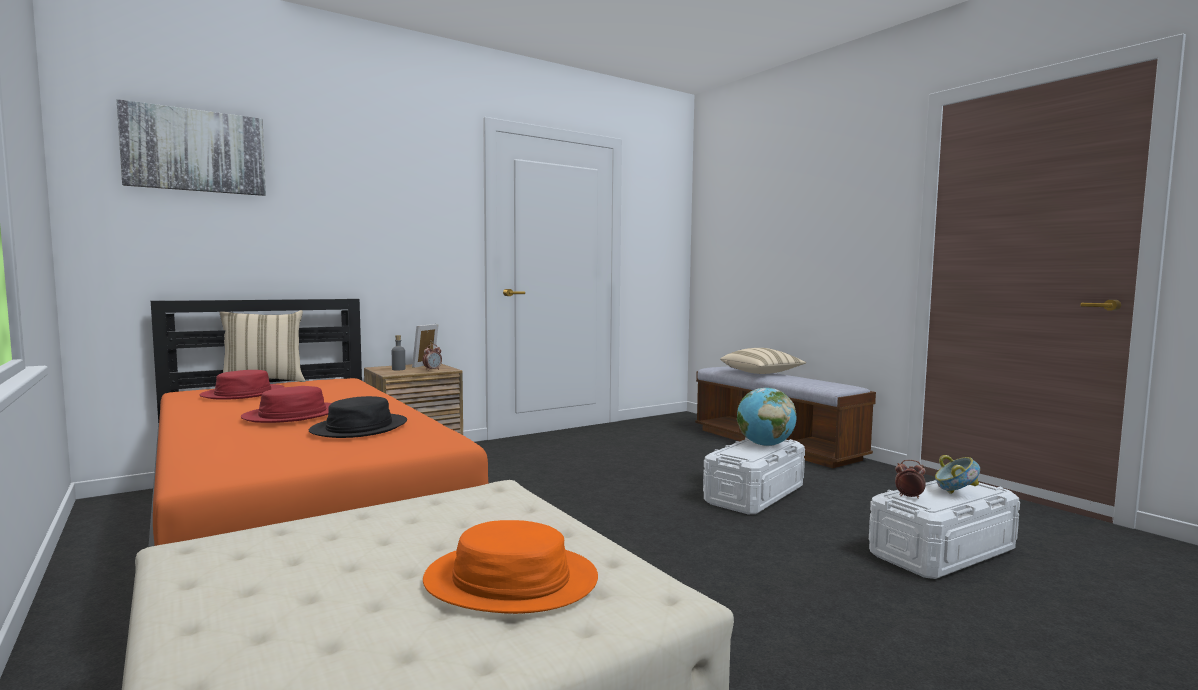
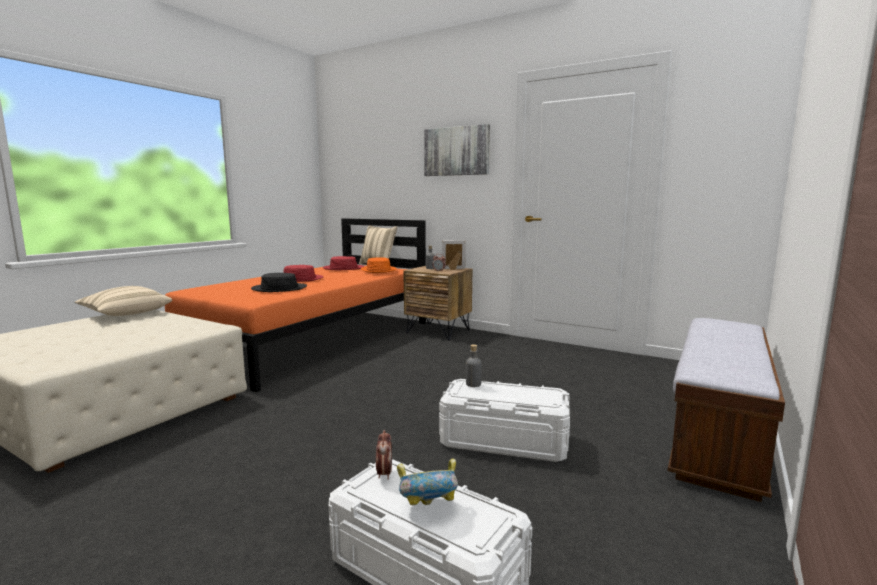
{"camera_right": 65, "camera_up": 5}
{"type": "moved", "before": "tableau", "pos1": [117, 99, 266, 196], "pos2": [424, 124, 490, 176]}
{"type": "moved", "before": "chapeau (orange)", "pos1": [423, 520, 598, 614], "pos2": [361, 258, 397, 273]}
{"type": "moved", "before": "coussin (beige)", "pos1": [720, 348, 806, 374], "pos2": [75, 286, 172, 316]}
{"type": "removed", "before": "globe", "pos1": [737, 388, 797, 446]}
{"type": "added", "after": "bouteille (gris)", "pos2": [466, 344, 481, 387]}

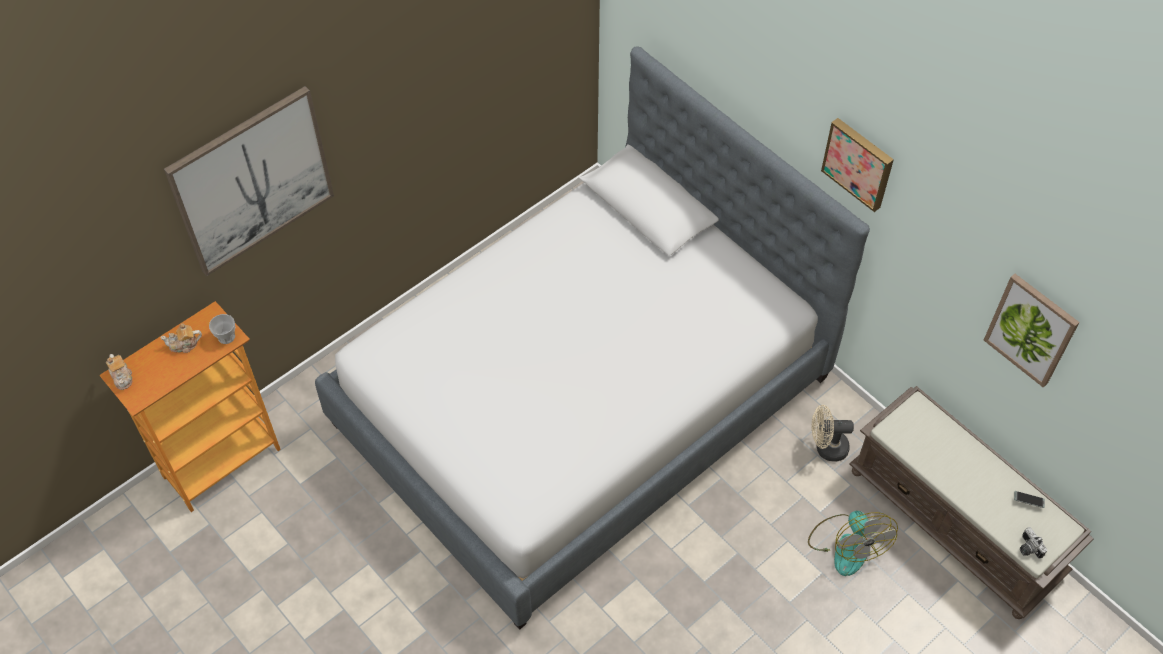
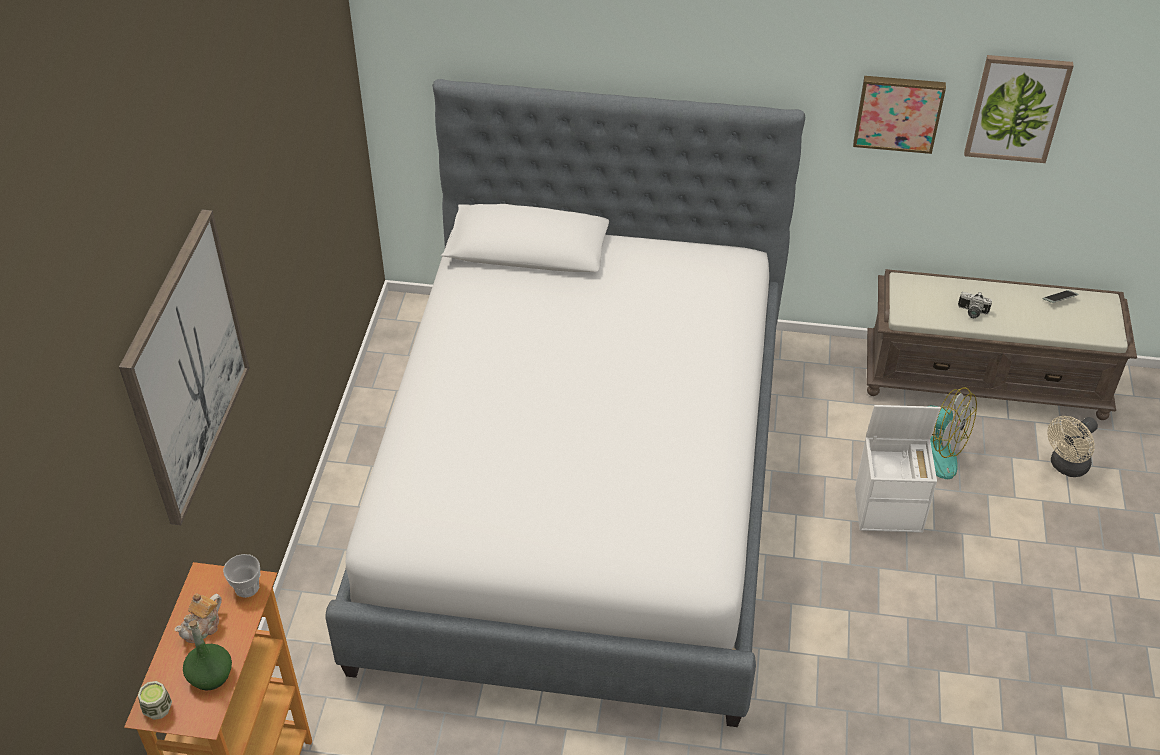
{"camera_right": -40, "camera_up": -10}
{"type": "replaced", "before": "théière", "after": "tasse", "pos1": [106, 354, 132, 390], "pos2": [138, 681, 172, 720]}
{"type": "moved", "before": "ventilateur (beige)", "pos1": [812, 405, 854, 462], "pos2": [1047, 416, 1098, 477]}
{"type": "moved", "before": "tableau", "pos1": [821, 118, 894, 212], "pos2": [853, 76, 946, 154]}
{"type": "moved", "before": "appareil photo", "pos1": [1020, 527, 1047, 559], "pos2": [958, 292, 992, 318]}
{"type": "added", "after": "bouteille (vert)", "pos2": [183, 620, 232, 691]}
{"type": "added", "after": "boîte de rangement (blanc)", "pos2": [855, 405, 941, 533]}

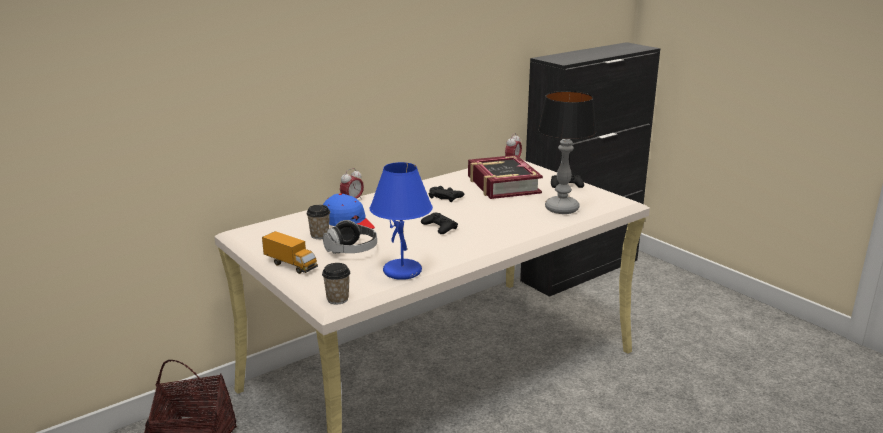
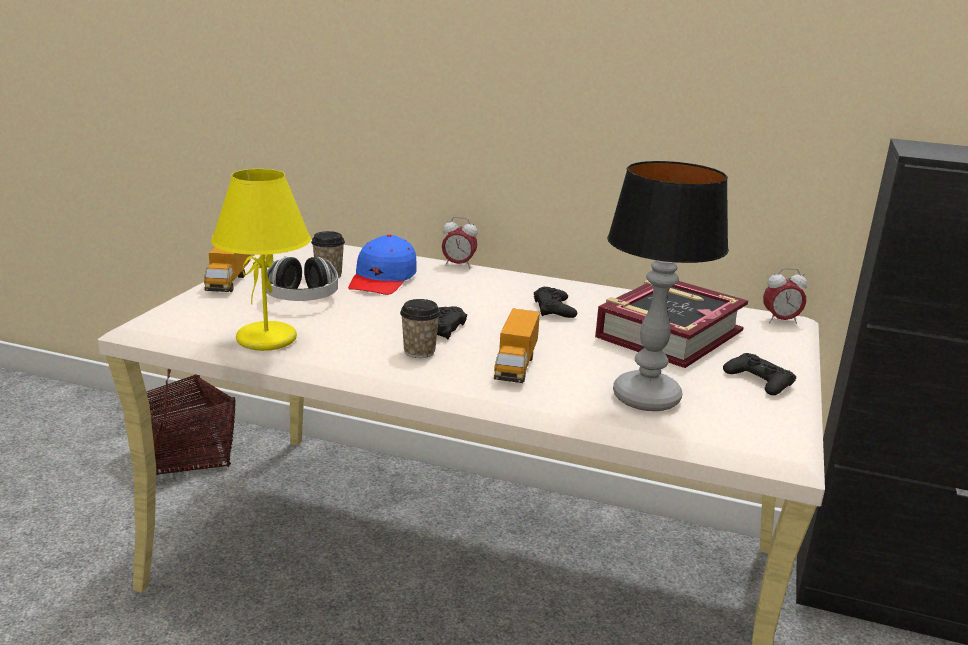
{"camera_right": 55, "camera_up": 0}
{"type": "moved", "before": "tasse", "pos1": [322, 263, 350, 304], "pos2": [400, 299, 441, 358]}
{"type": "recoloured", "before": "lampe de table (bleu)", "after": "lampe de table (jaune)", "pos1": [370, 162, 433, 280], "pos2": [211, 169, 311, 351]}
{"type": "added", "after": "camion jouet", "pos2": [494, 308, 540, 383]}

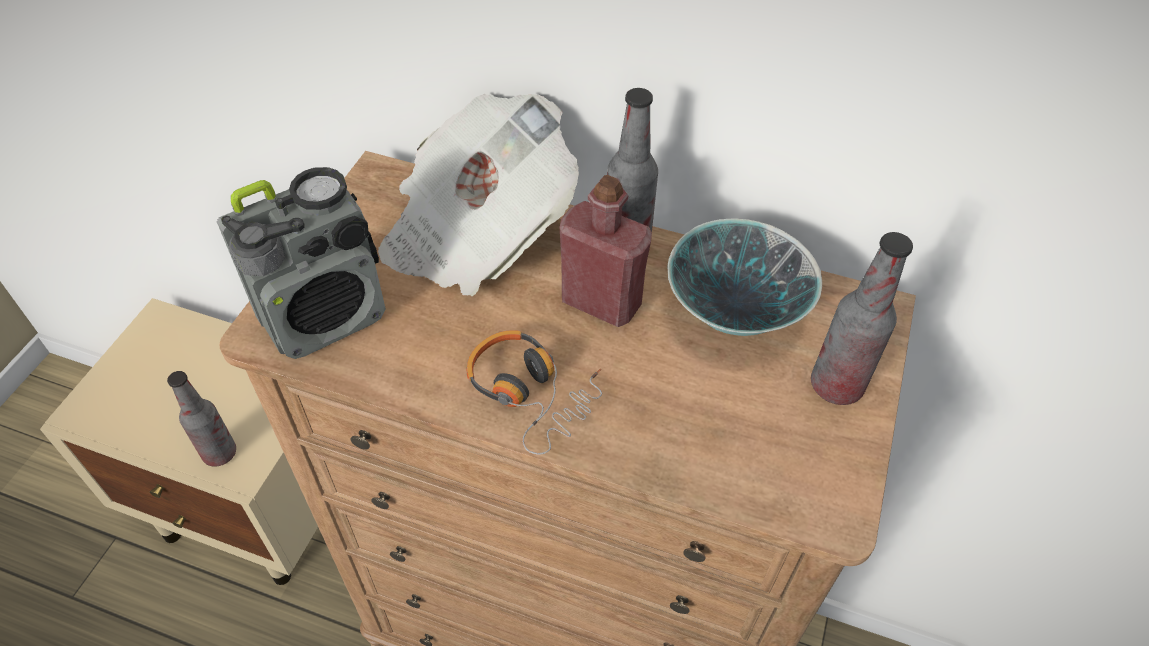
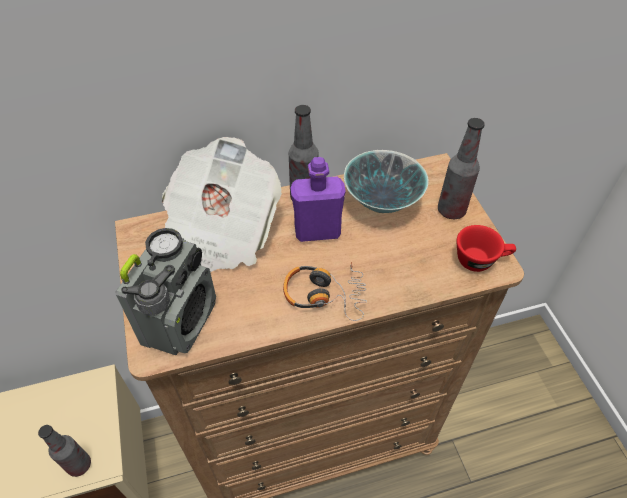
{"camera_right": -35, "camera_up": 0}
{"type": "recoloured", "before": "bouteille (rouge)", "after": "bouteille (violet)", "pos1": [560, 175, 652, 327], "pos2": [291, 157, 346, 242]}
{"type": "added", "after": "tasse (rouge)", "pos2": [456, 225, 516, 272]}

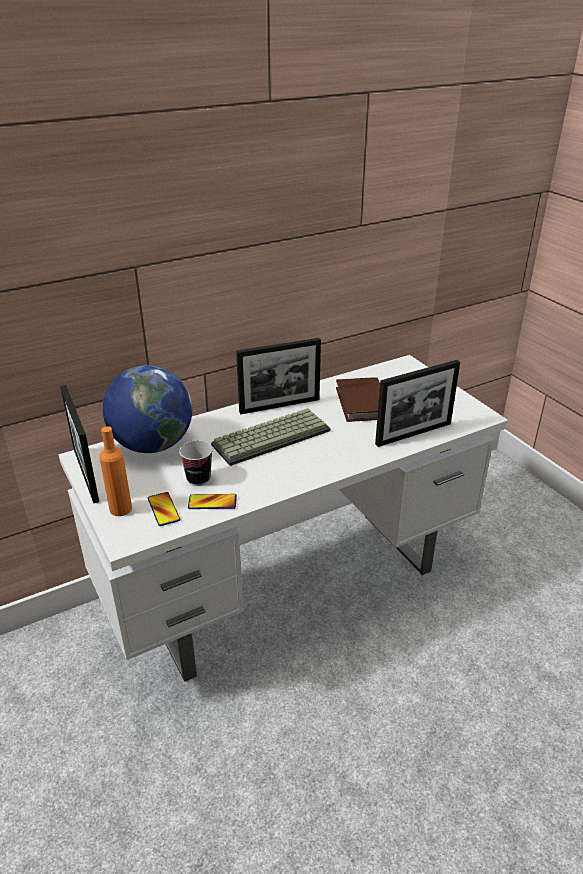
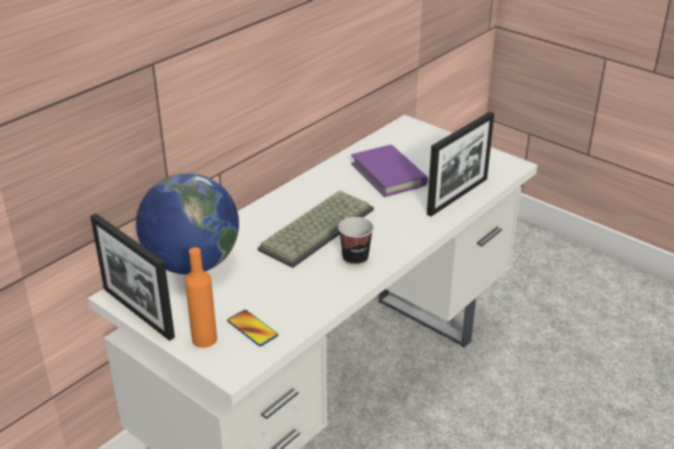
{"camera_right": -20, "camera_up": 0}
{"type": "moved", "before": "tasse", "pos1": [179, 440, 213, 486], "pos2": [338, 217, 374, 266]}
{"type": "removed", "before": "téléphone", "pos1": [188, 494, 237, 509]}
{"type": "removed", "before": "cadre photo", "pos1": [236, 338, 321, 414]}
{"type": "recoloured", "before": "livre (marron)", "after": "livre (violet)", "pos1": [336, 377, 380, 422], "pos2": [351, 145, 428, 197]}

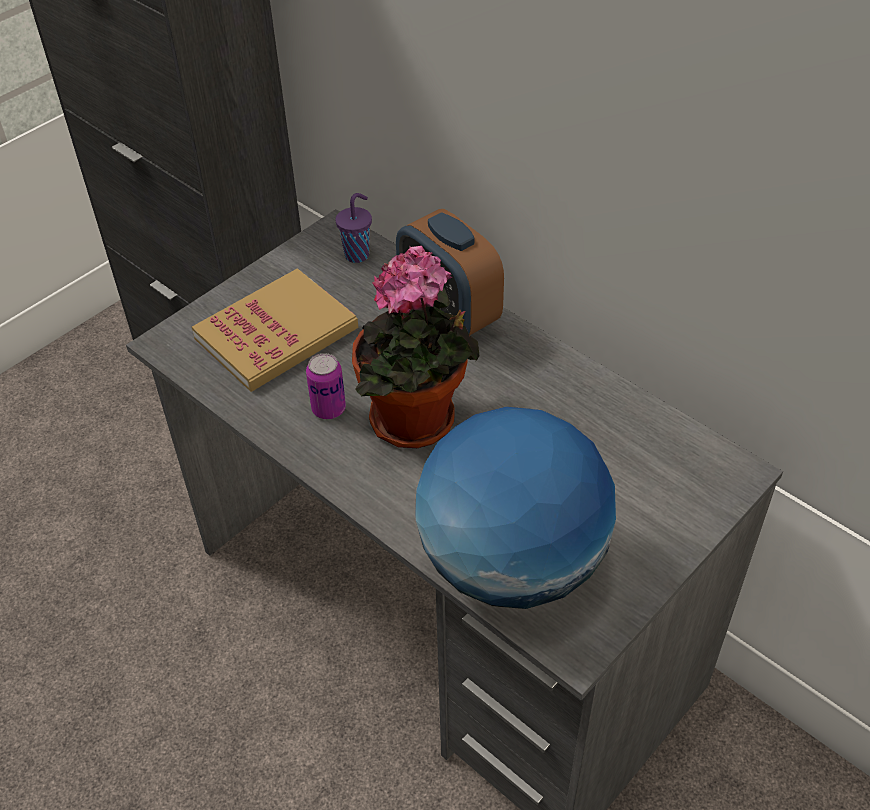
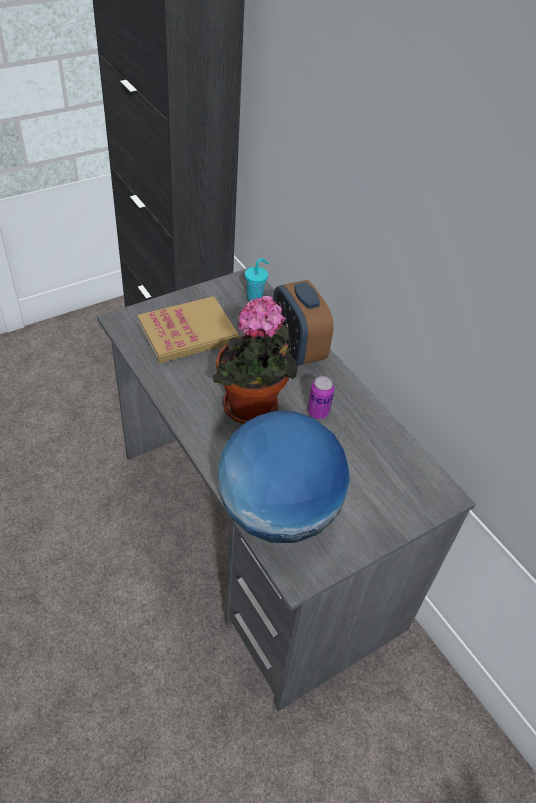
{"camera_right": 10, "camera_up": 0}
{"type": "moved", "before": "boîte métallique", "pos1": [306, 353, 346, 419], "pos2": [307, 376, 335, 419]}
{"type": "recoloured", "before": "tasse (violet)", "after": "tasse (turquoise)", "pos1": [335, 193, 372, 263], "pos2": [245, 258, 269, 301]}

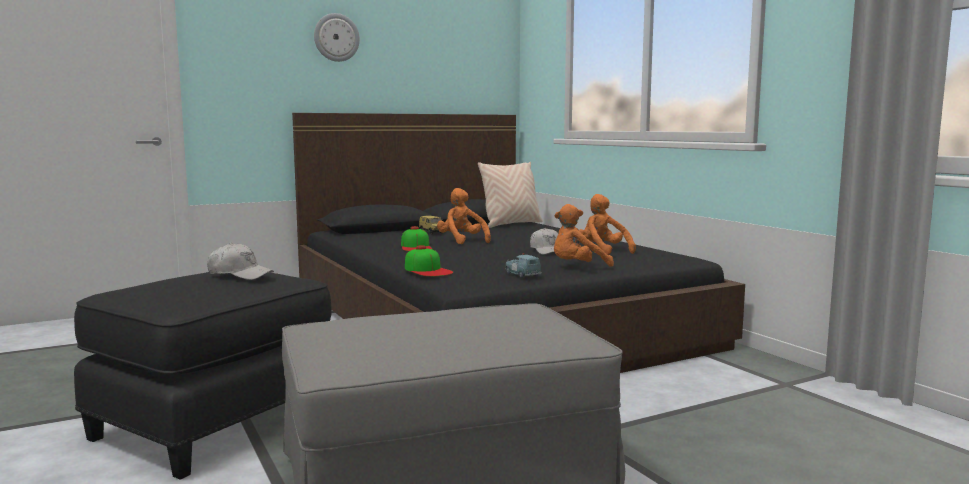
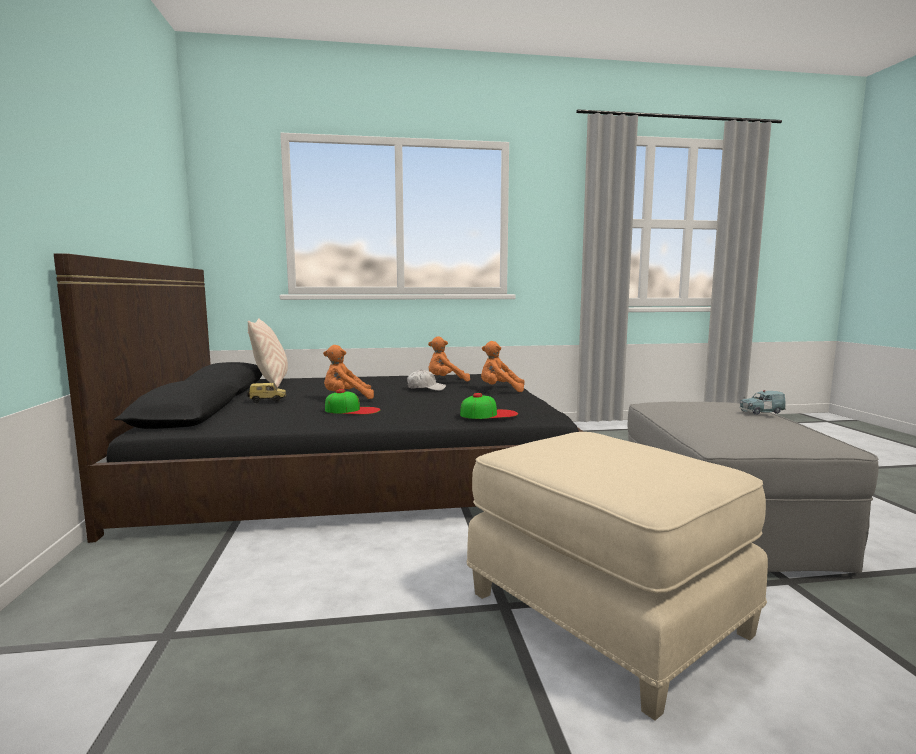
{"camera_right": -70, "camera_up": 0}
{"type": "recoloured", "before": "pouf (noir)", "after": "pouf (beige)", "pos1": [74, 272, 332, 480], "pos2": [467, 432, 768, 721]}
{"type": "removed", "before": "casquette (blanc)", "pos1": [207, 243, 274, 280]}
{"type": "removed", "before": "horloge murale", "pos1": [314, 13, 360, 62]}
{"type": "moved", "before": "petite voiture (bleu)", "pos1": [505, 253, 542, 278], "pos2": [740, 390, 786, 415]}
{"type": "turned", "before": "peluche (orange)", "pos1": [554, 204, 614, 267], "pos2": [481, 341, 524, 392], "turn": 105}

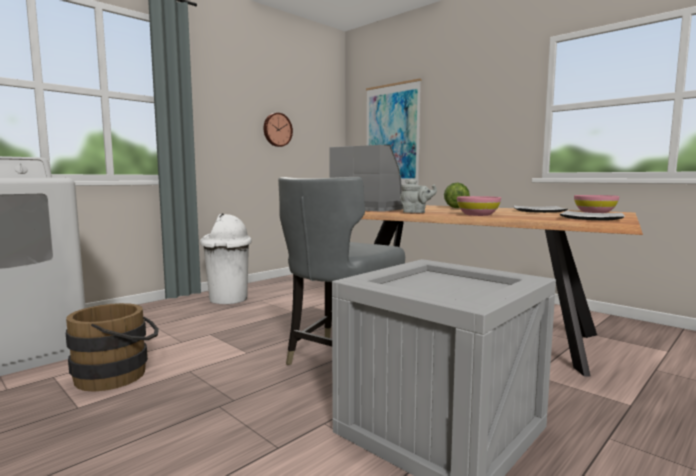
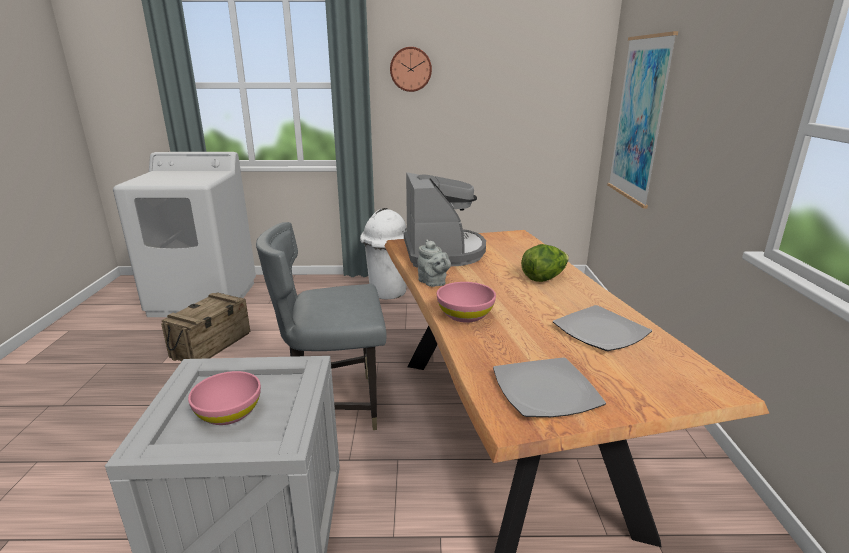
{"camera_right": 45, "camera_up": 15}
{"type": "replaced", "before": "seau (marron)", "after": "caisse", "pos1": [66, 303, 159, 392], "pos2": [161, 292, 250, 361]}
{"type": "moved", "before": "horloge murale", "pos1": [264, 113, 293, 147], "pos2": [390, 47, 432, 92]}
{"type": "moved", "before": "bol (rose)", "pos1": [574, 195, 619, 213], "pos2": [188, 371, 261, 425]}

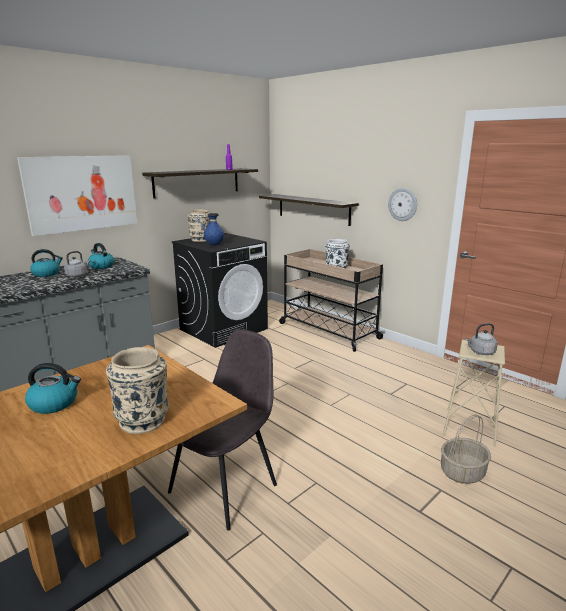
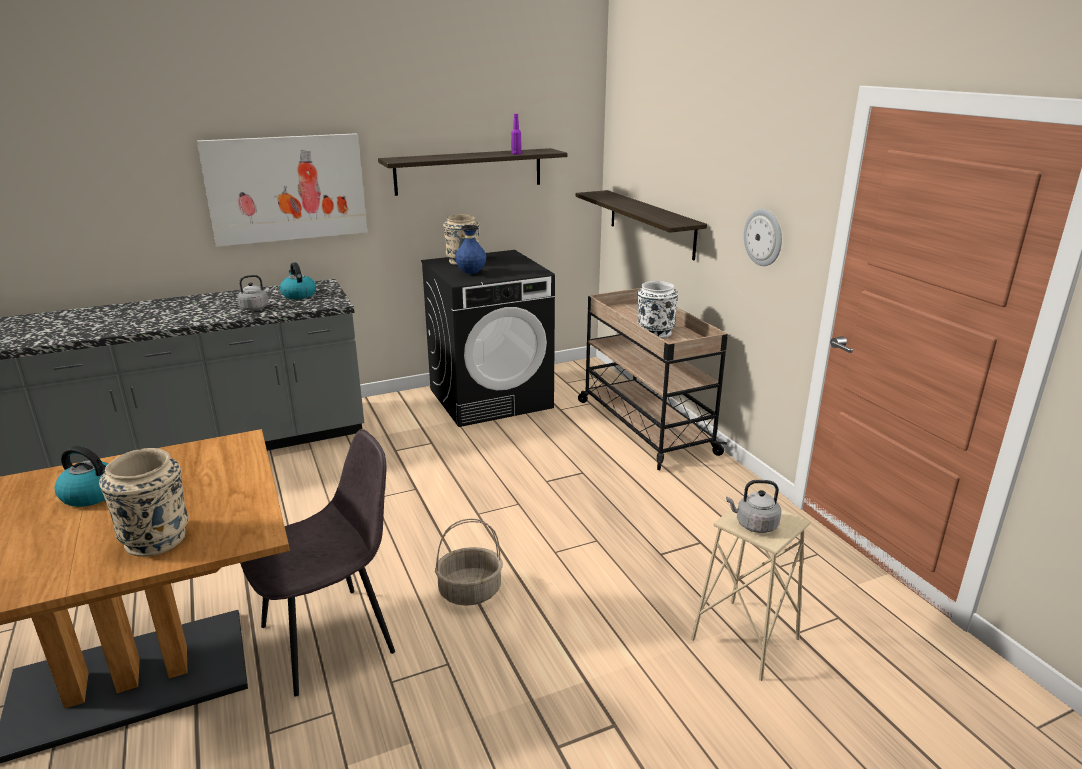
{"camera_right": 20, "camera_up": 5}
{"type": "removed", "before": "bouilloire", "pos1": [30, 249, 63, 277]}
{"type": "moved", "before": "panier", "pos1": [441, 414, 491, 484], "pos2": [435, 518, 503, 606]}

